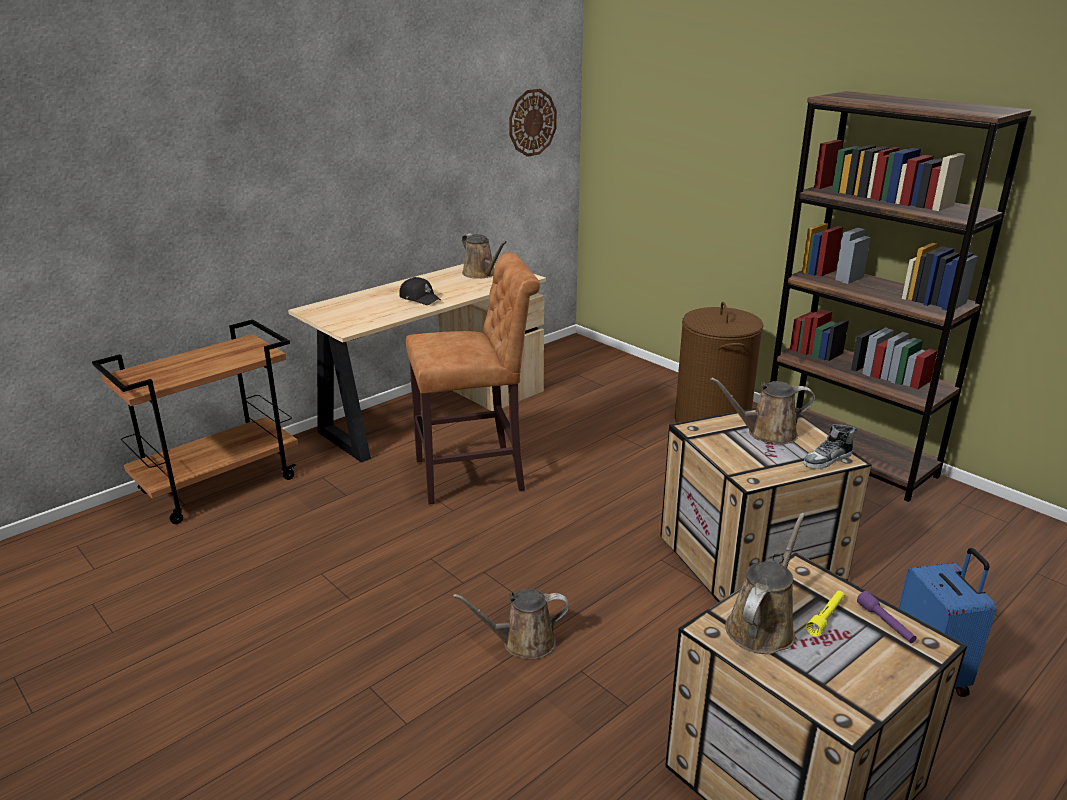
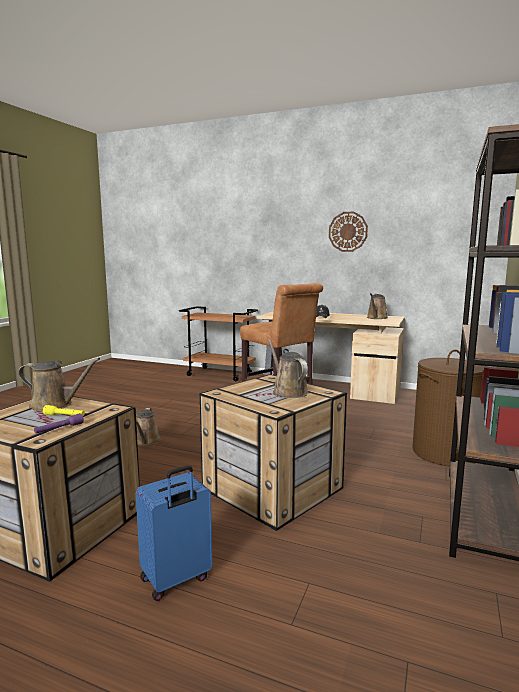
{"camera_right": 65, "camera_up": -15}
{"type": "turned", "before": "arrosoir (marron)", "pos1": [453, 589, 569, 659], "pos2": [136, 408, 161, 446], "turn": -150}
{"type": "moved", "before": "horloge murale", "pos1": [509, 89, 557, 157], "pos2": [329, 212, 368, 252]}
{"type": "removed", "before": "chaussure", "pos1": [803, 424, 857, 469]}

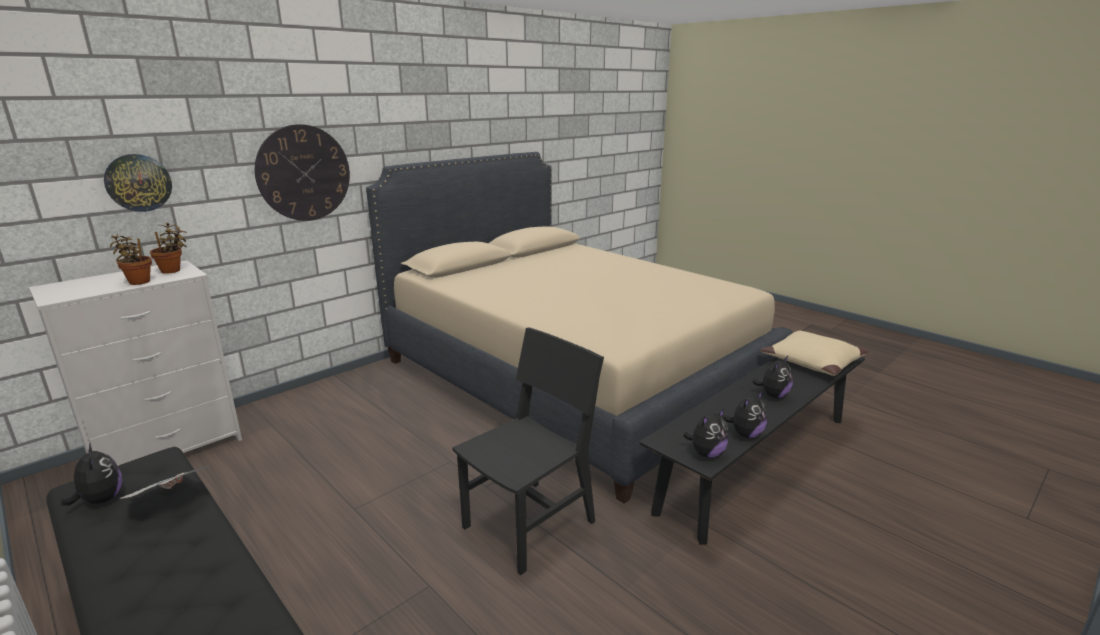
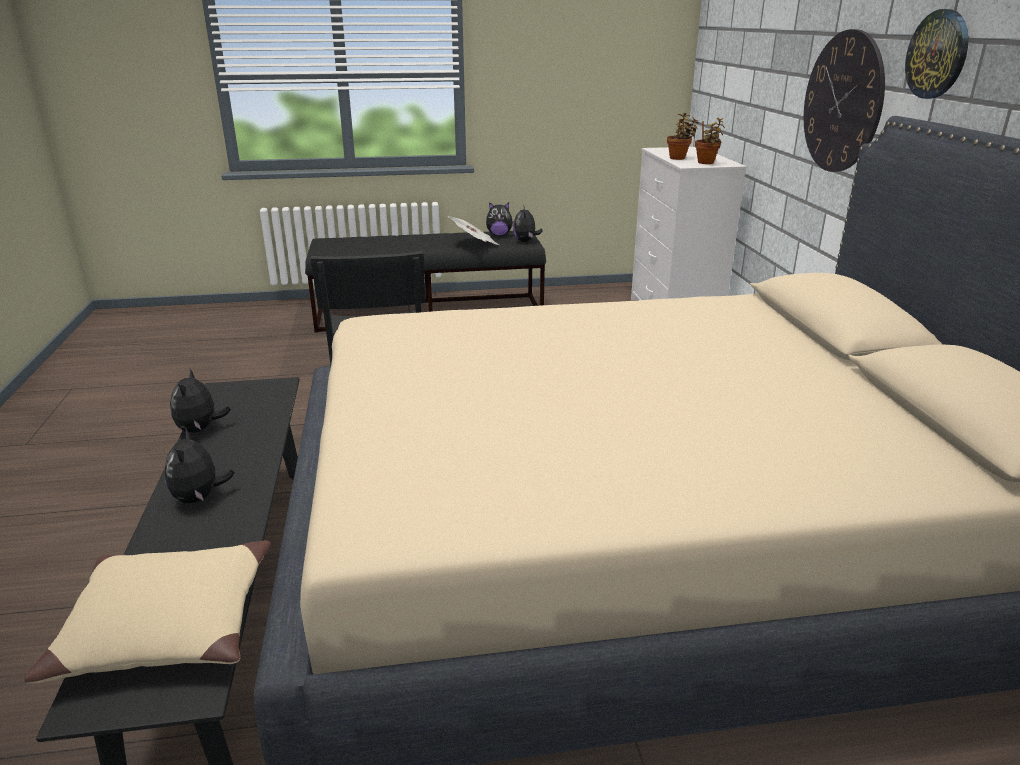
{"camera_right": 125, "camera_up": 5}
{"type": "moved", "before": "horloge murale", "pos1": [104, 154, 172, 212], "pos2": [905, 9, 968, 99]}
{"type": "moved", "before": "peluche", "pos1": [683, 408, 729, 458], "pos2": [513, 205, 542, 242]}

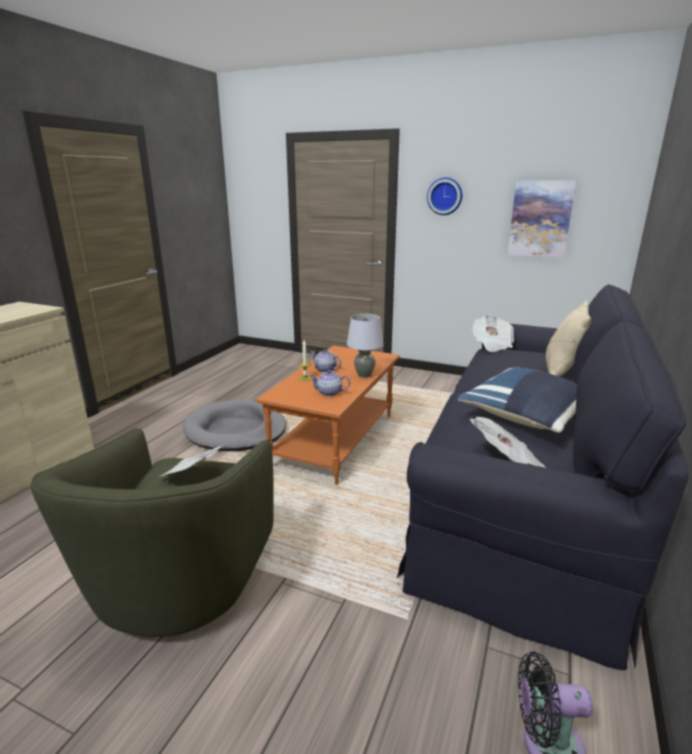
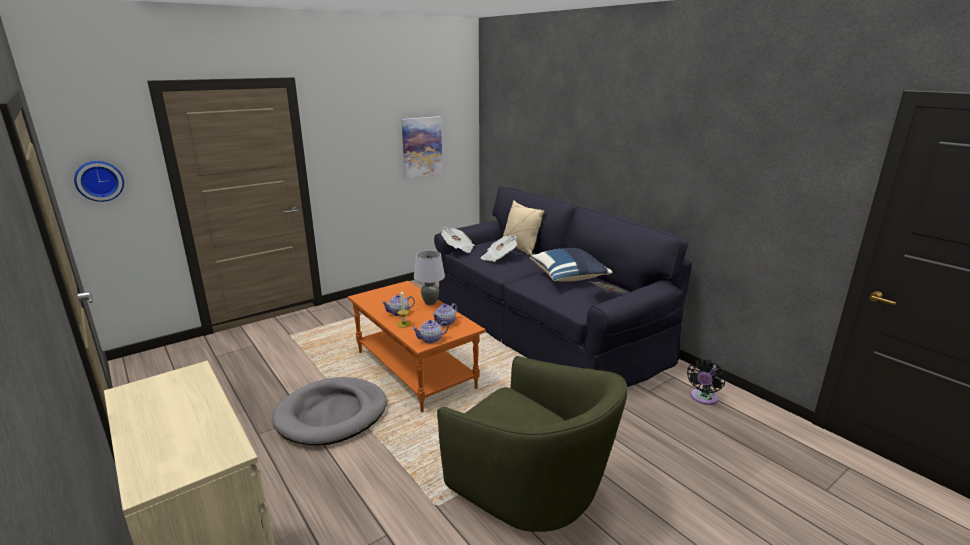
{"camera_right": -60, "camera_up": 0}
{"type": "moved", "before": "journal", "pos1": [159, 445, 223, 477], "pos2": [481, 235, 517, 262]}
{"type": "moved", "before": "horloge murale", "pos1": [427, 177, 462, 215], "pos2": [74, 161, 124, 202]}
{"type": "added", "after": "théière", "pos2": [412, 320, 448, 344]}

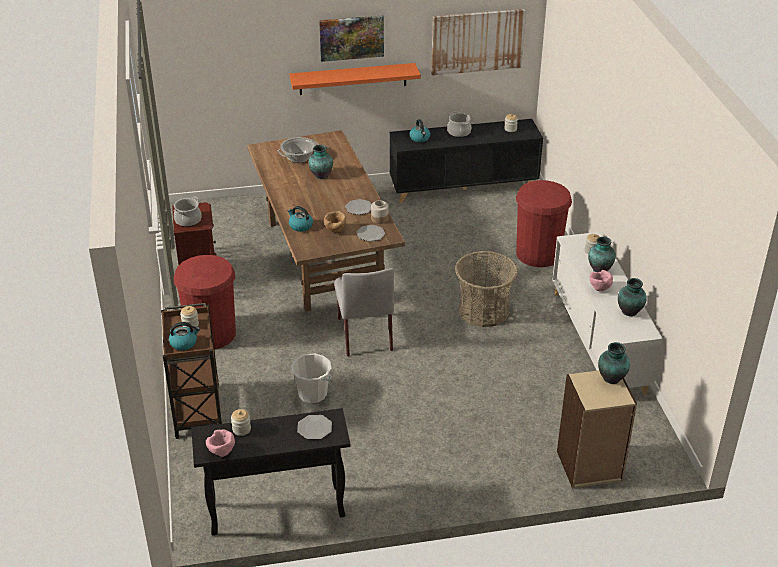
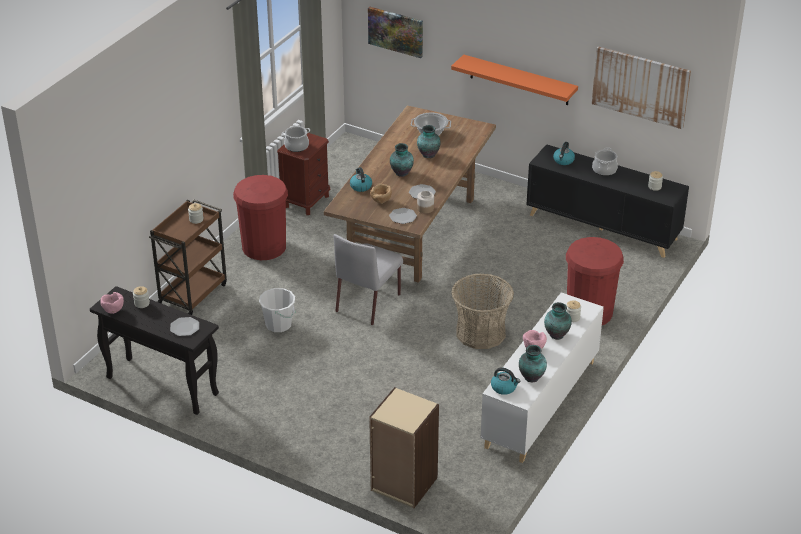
{"camera_right": 40, "camera_up": 0}
{"type": "moved", "before": "bouilloire", "pos1": [169, 322, 200, 351], "pos2": [491, 367, 520, 395]}
{"type": "moved", "before": "tableau", "pos1": [319, 16, 384, 62], "pos2": [368, 7, 423, 58]}
{"type": "moved", "before": "vase", "pos1": [598, 342, 630, 384], "pos2": [390, 143, 414, 177]}

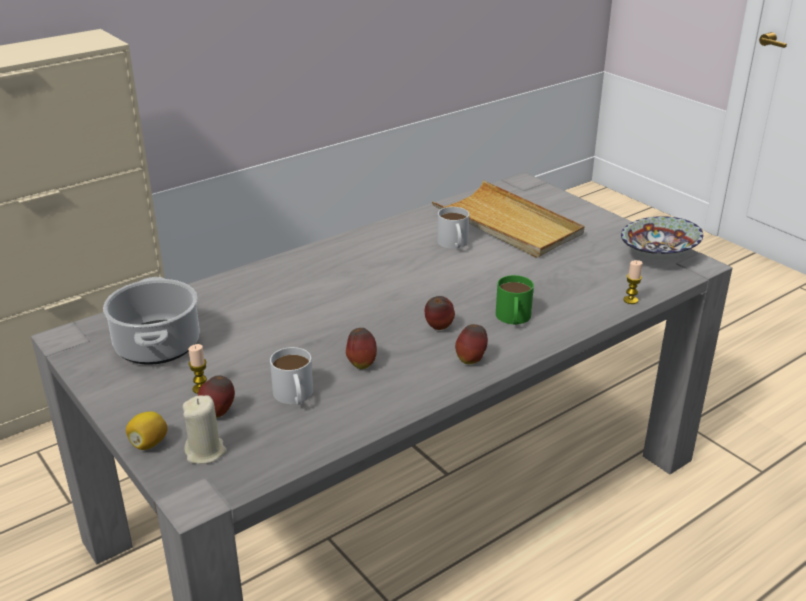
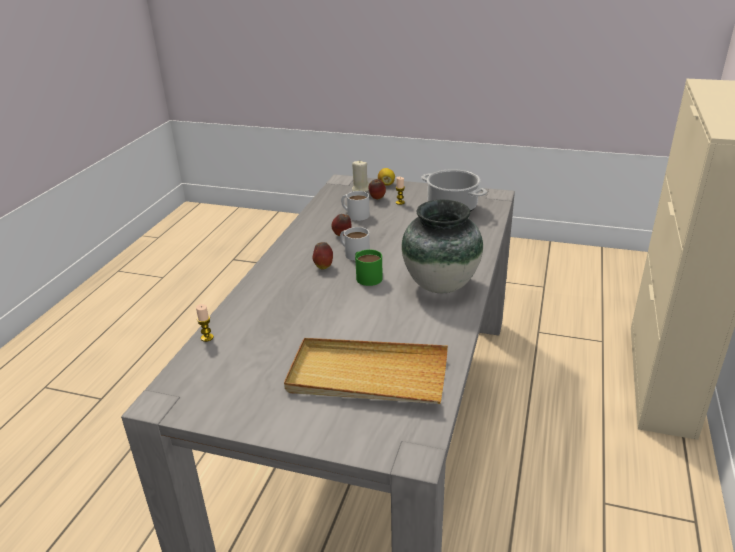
{"camera_right": 145, "camera_up": 0}
{"type": "moved", "before": "mug (blanc)", "pos1": [437, 207, 469, 249], "pos2": [340, 227, 370, 261]}
{"type": "removed", "before": "pomme", "pos1": [455, 324, 488, 364]}
{"type": "moved", "before": "mug (vert)", "pos1": [496, 275, 534, 325], "pos2": [355, 250, 383, 286]}
{"type": "removed", "before": "bol", "pos1": [621, 216, 703, 260]}
{"type": "added", "after": "vase", "pos2": [401, 200, 483, 293]}

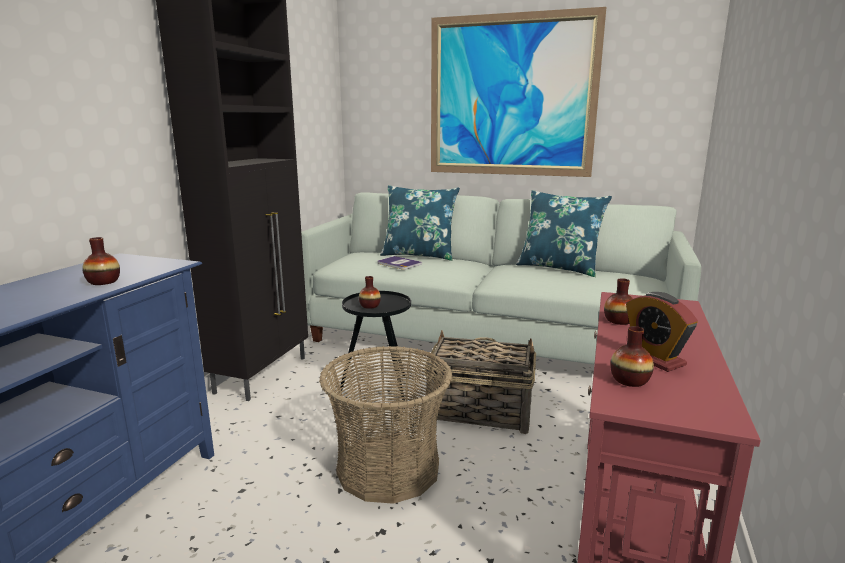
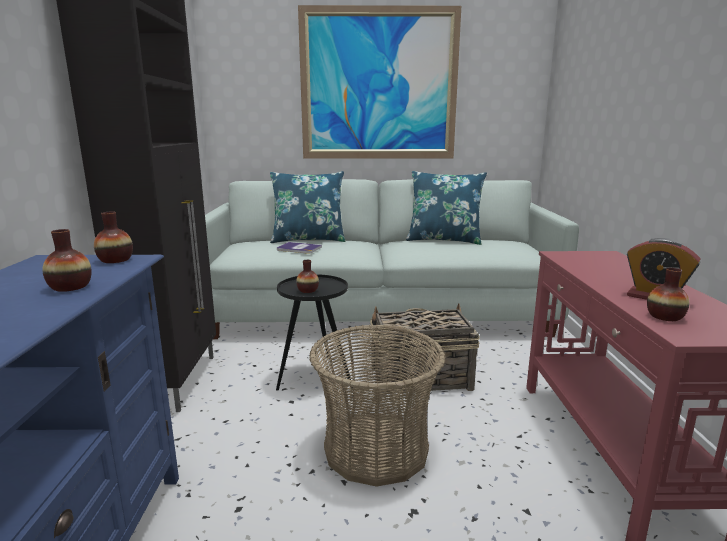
{"camera_right": -20, "camera_up": 0}
{"type": "moved", "before": "vase", "pos1": [604, 278, 633, 325], "pos2": [94, 211, 133, 263]}

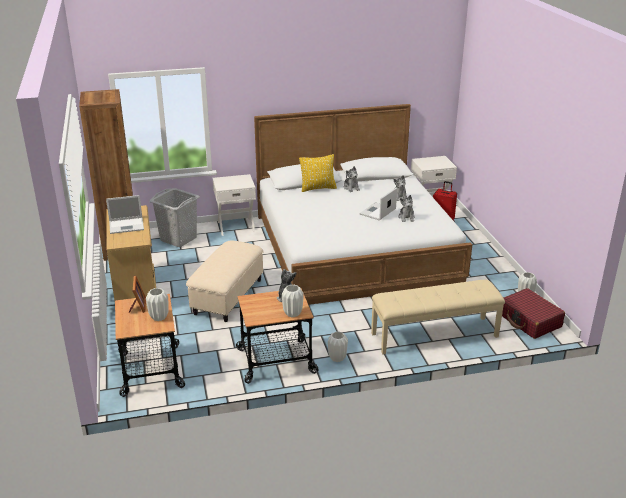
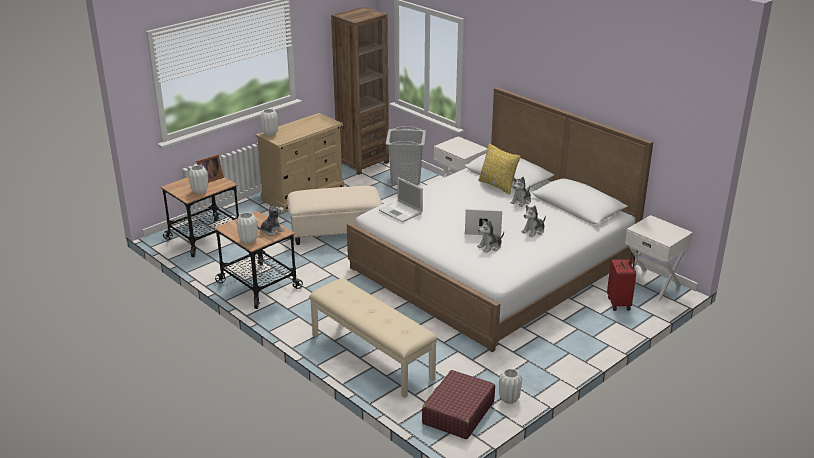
{"camera_right": 60, "camera_up": 0}
{"type": "moved", "before": "ordinateur portable", "pos1": [106, 195, 144, 234], "pos2": [379, 177, 423, 222]}
{"type": "moved", "before": "vase (blanc)", "pos1": [328, 331, 348, 362], "pos2": [260, 109, 278, 136]}

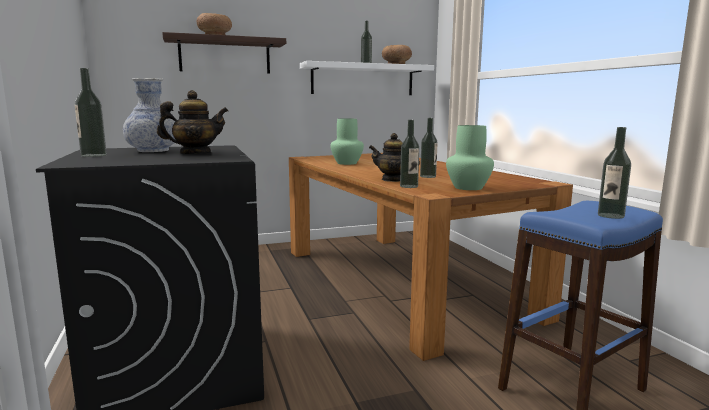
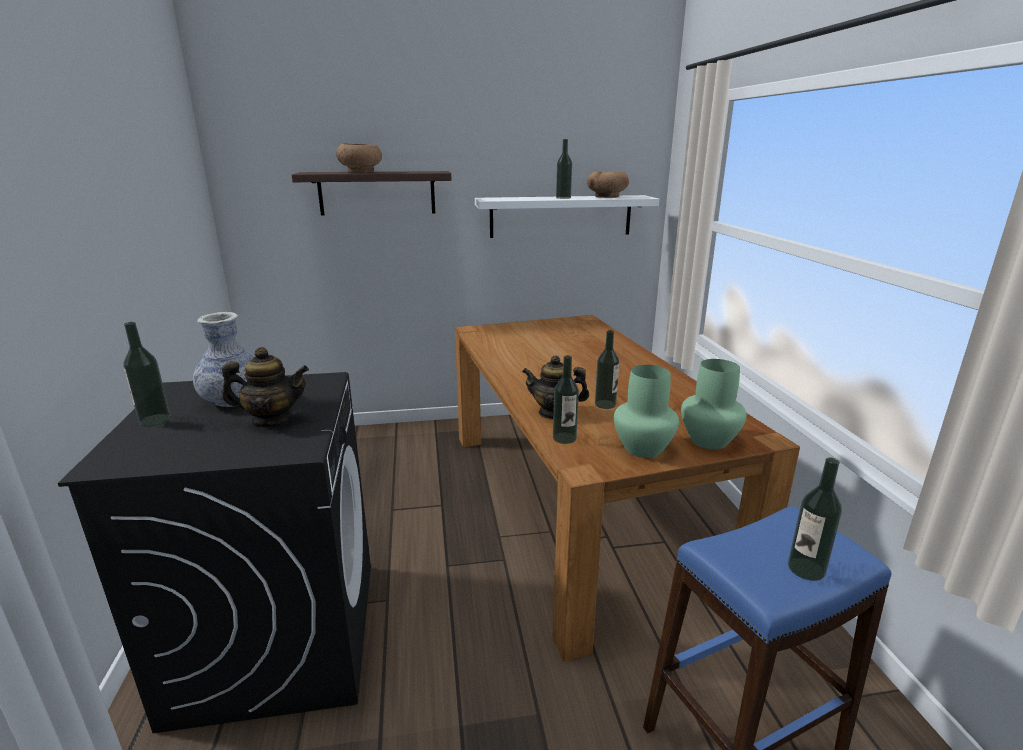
{"camera_right": 10, "camera_up": 10}
{"type": "moved", "before": "vase (vert)", "pos1": [330, 119, 364, 165], "pos2": [681, 359, 747, 449]}

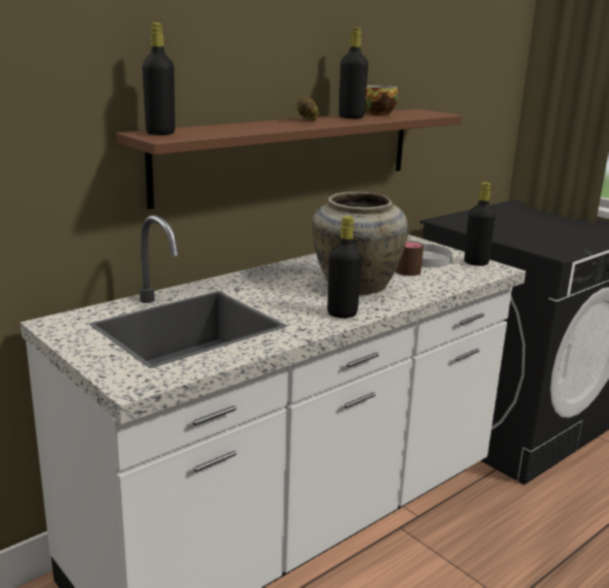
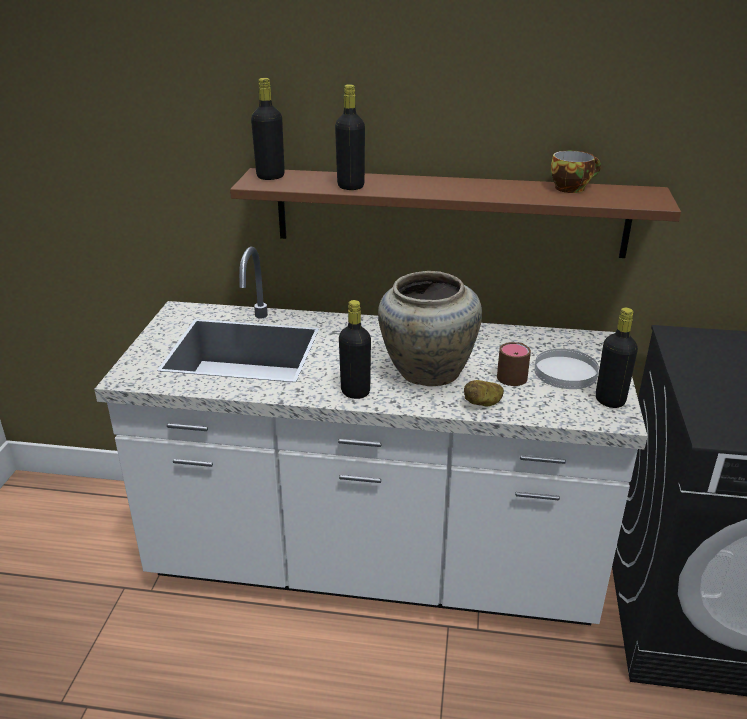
{"camera_right": 50, "camera_up": 10}
{"type": "moved", "before": "pomme de terre", "pos1": [297, 97, 319, 121], "pos2": [464, 380, 504, 406]}
{"type": "moved", "before": "bouteille (noir)", "pos1": [339, 28, 368, 119], "pos2": [335, 84, 365, 190]}

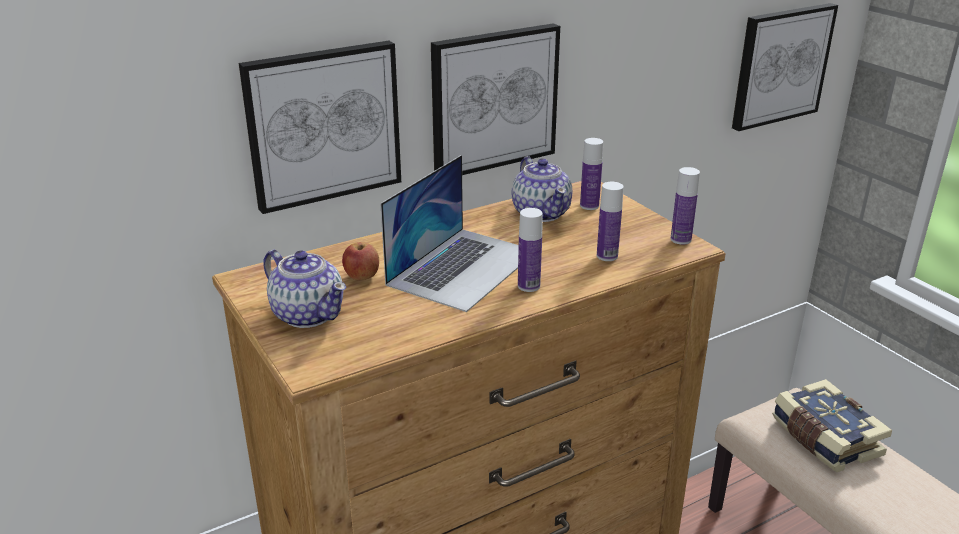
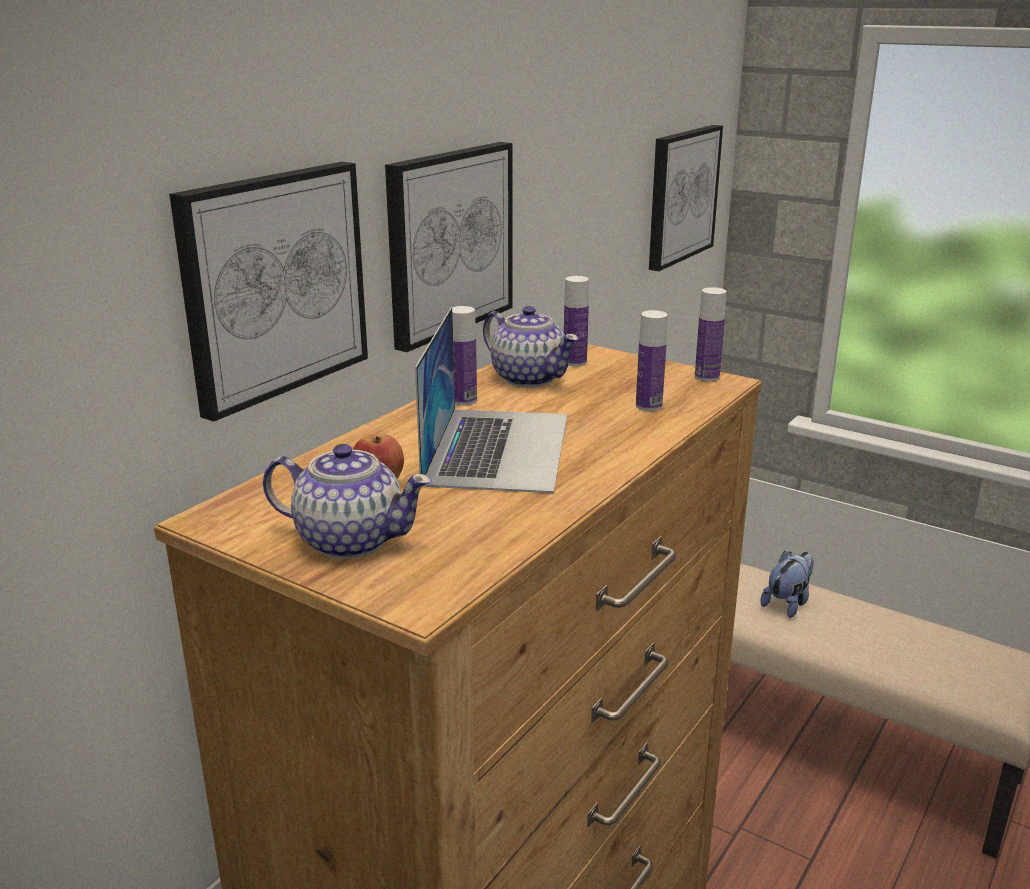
{"camera_right": -25, "camera_up": -5}
{"type": "moved", "before": "bouteille", "pos1": [518, 208, 543, 292], "pos2": [452, 306, 477, 406]}
{"type": "replaced", "before": "livre", "after": "peluche", "pos1": [772, 379, 892, 473], "pos2": [760, 551, 814, 618]}

